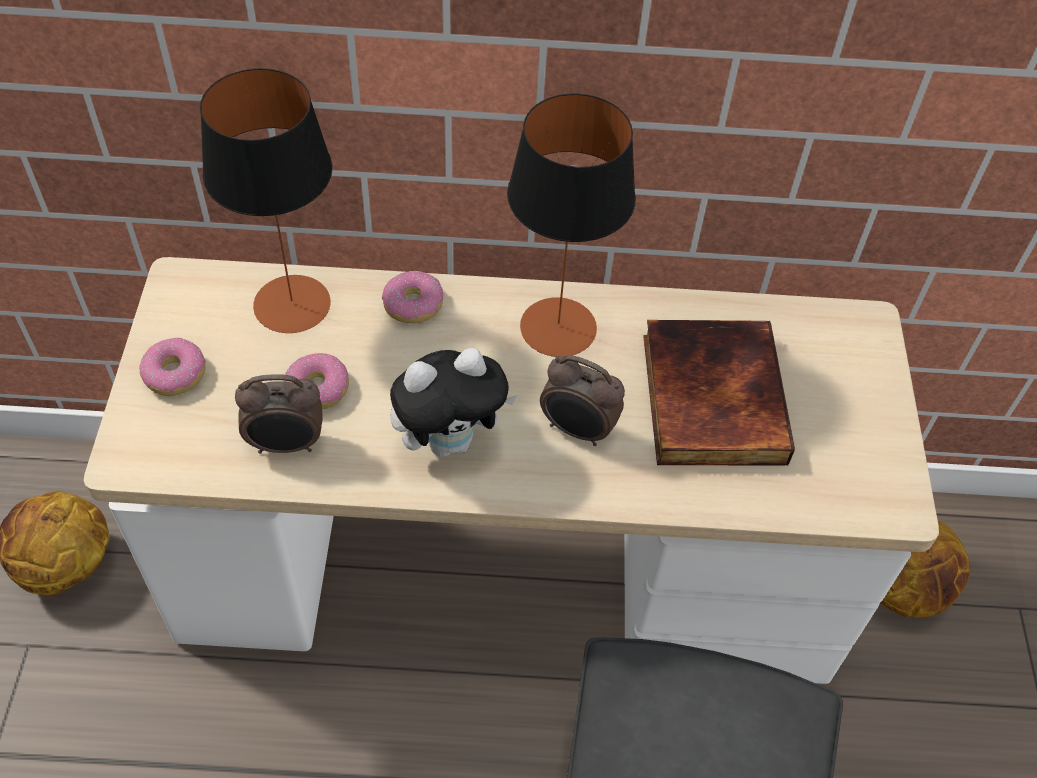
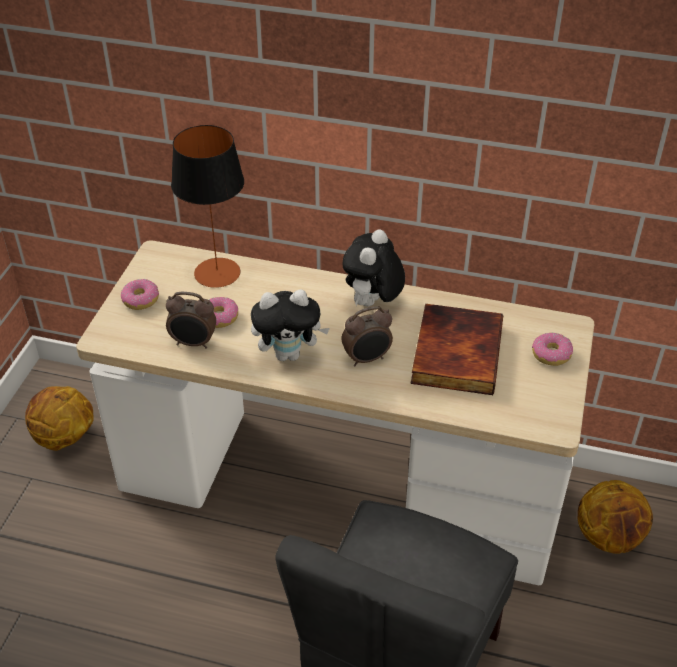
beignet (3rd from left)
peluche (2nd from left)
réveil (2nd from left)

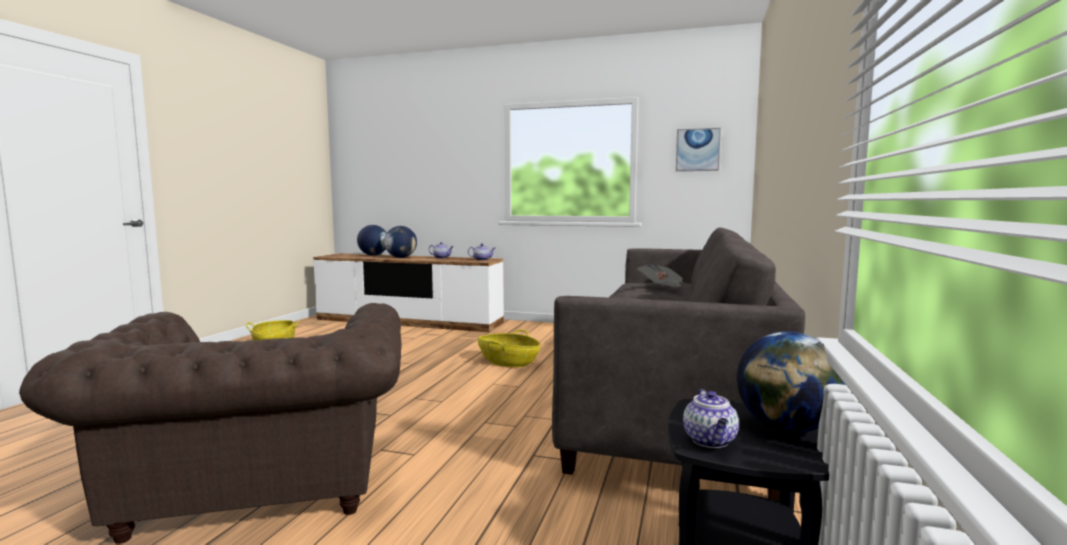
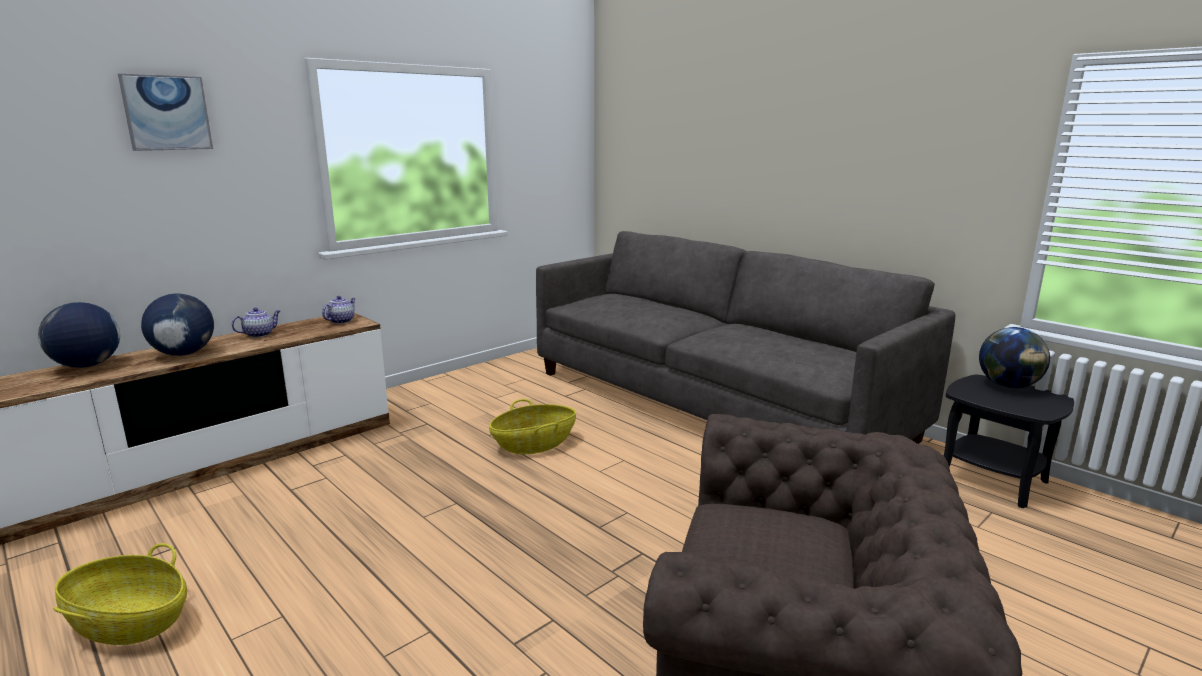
journal
tableau
théière (3rd from left in the first image)

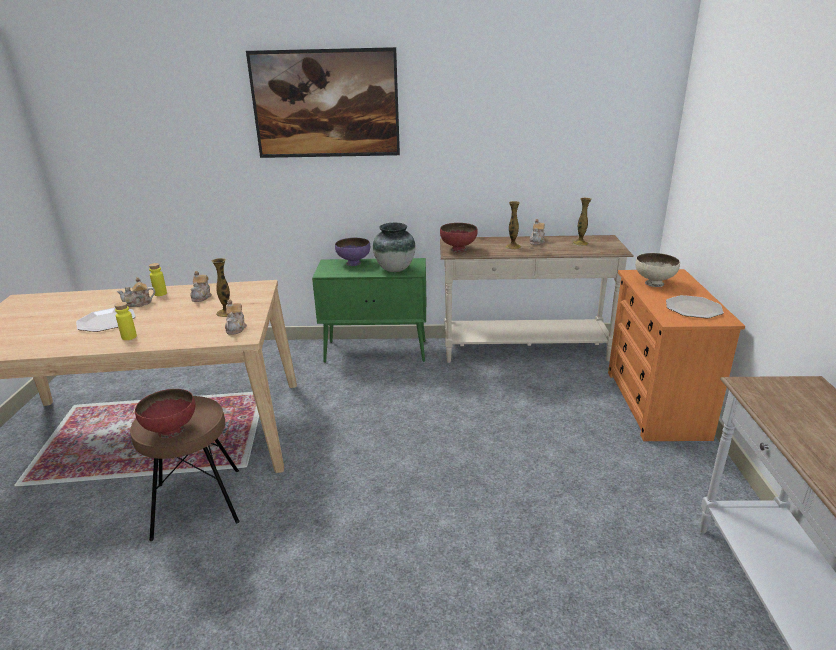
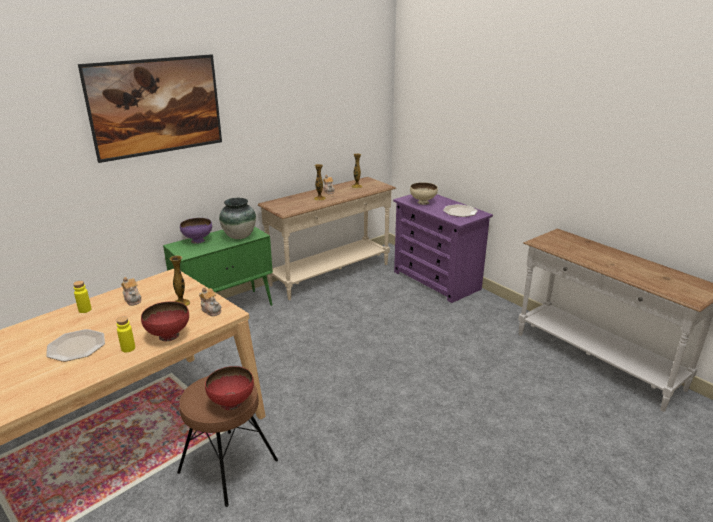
théière (1st from left in the first image)
bol/rouge (1st from left)
commode/violet

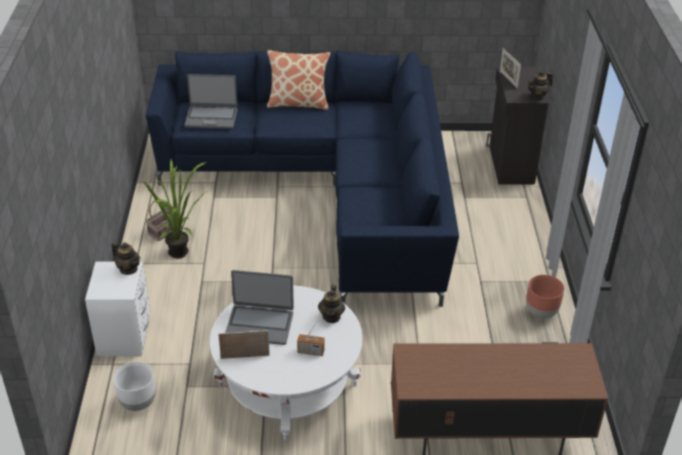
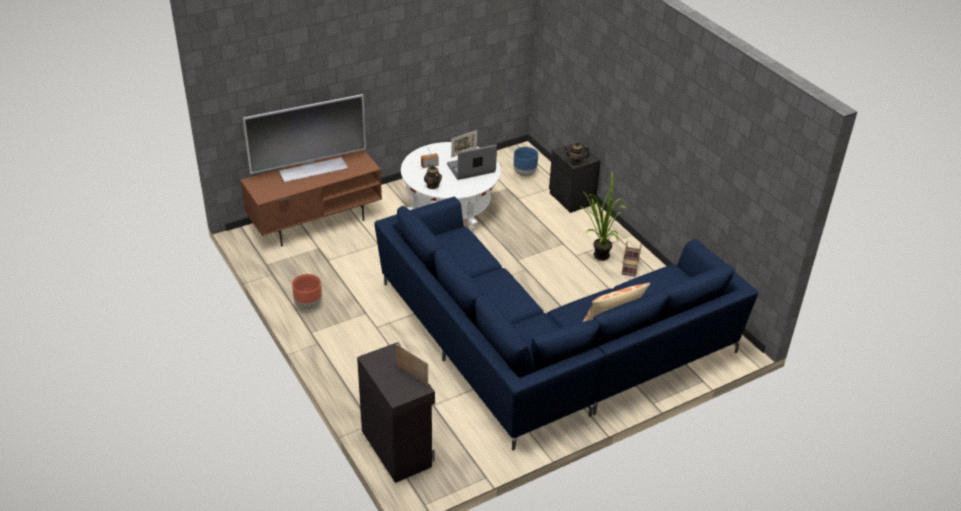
table de chevet/noir
cache-pot/bleu
ordinateur portable (1st from left in the first image)
théière (3rd from left in the first image)
téléviseur

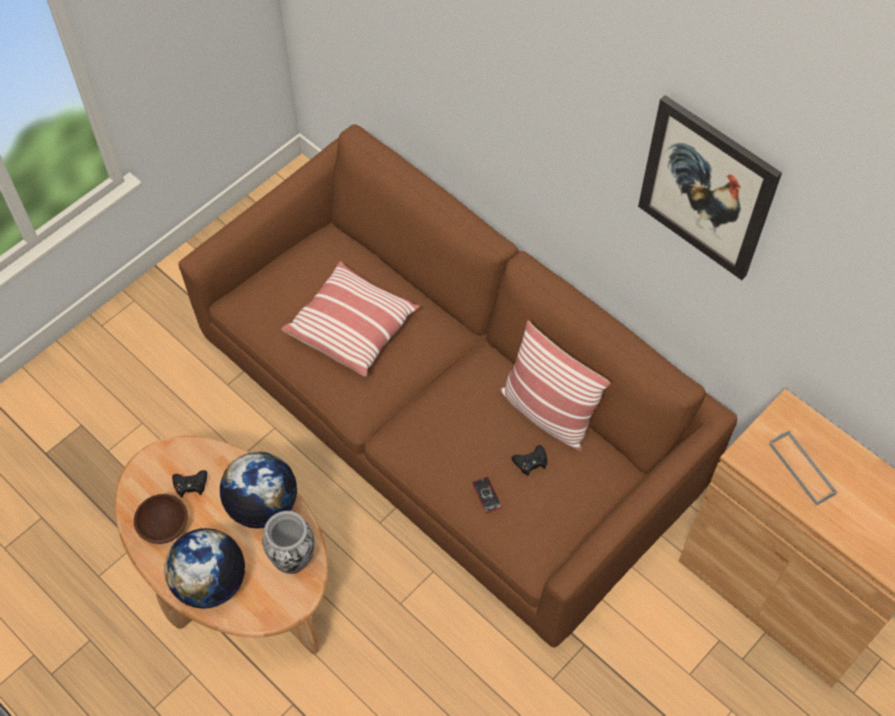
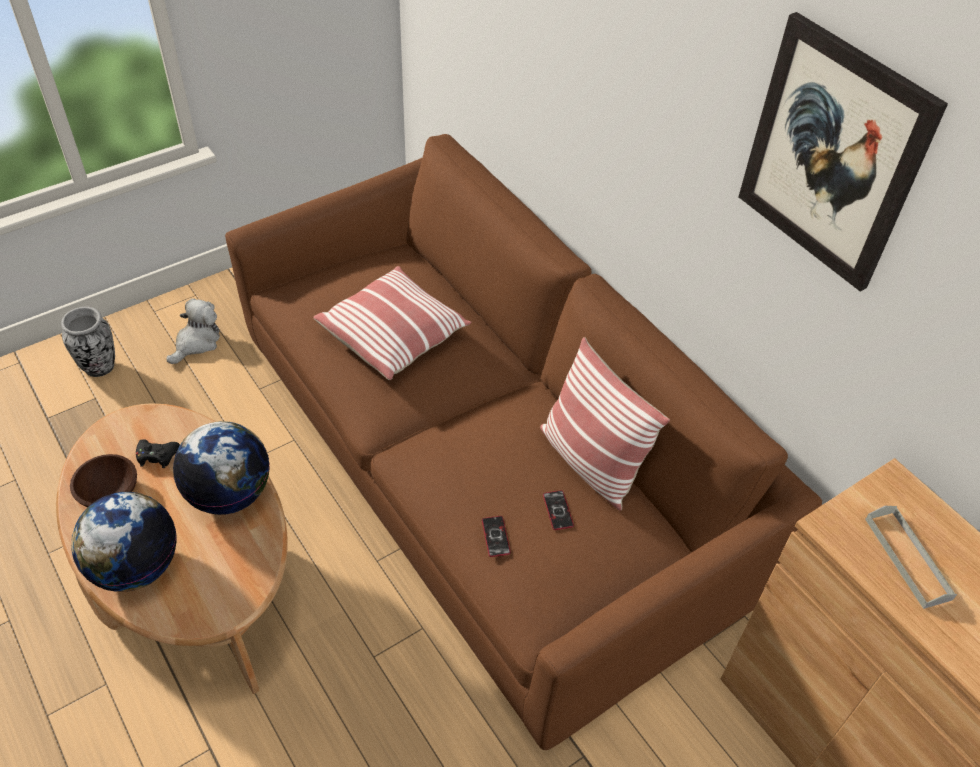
vase
téléphone (2nd from left)
peluche

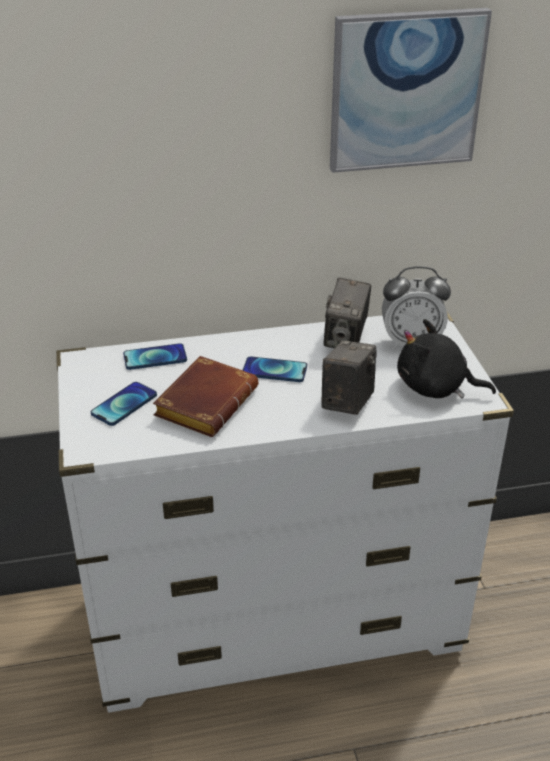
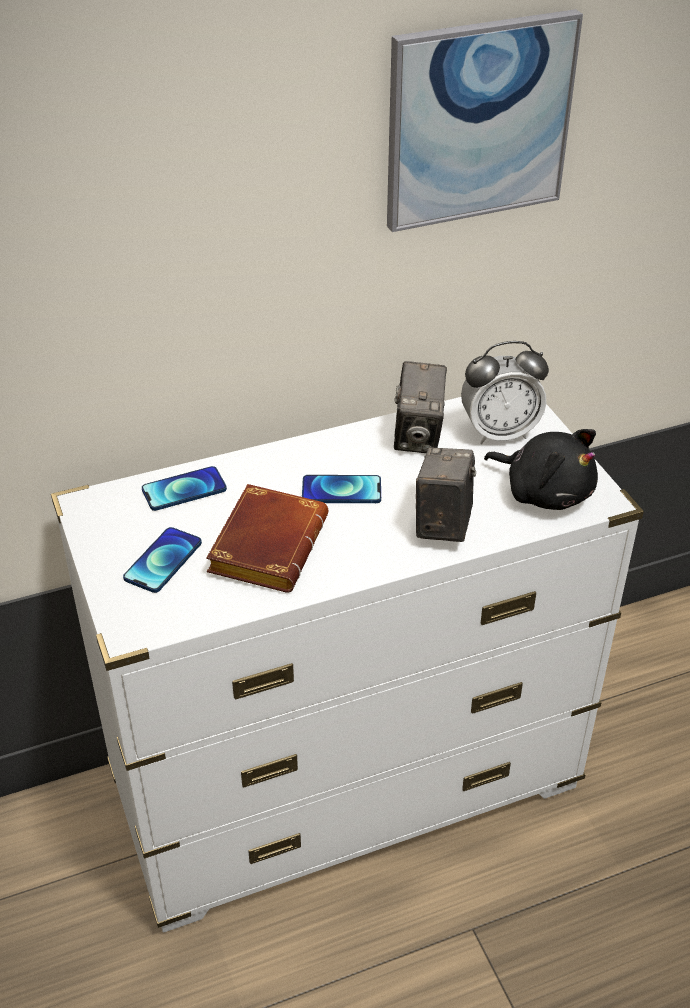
peluche/noir

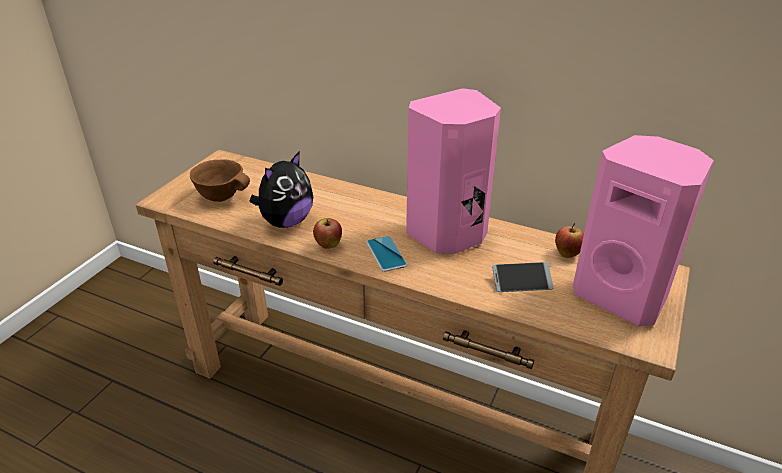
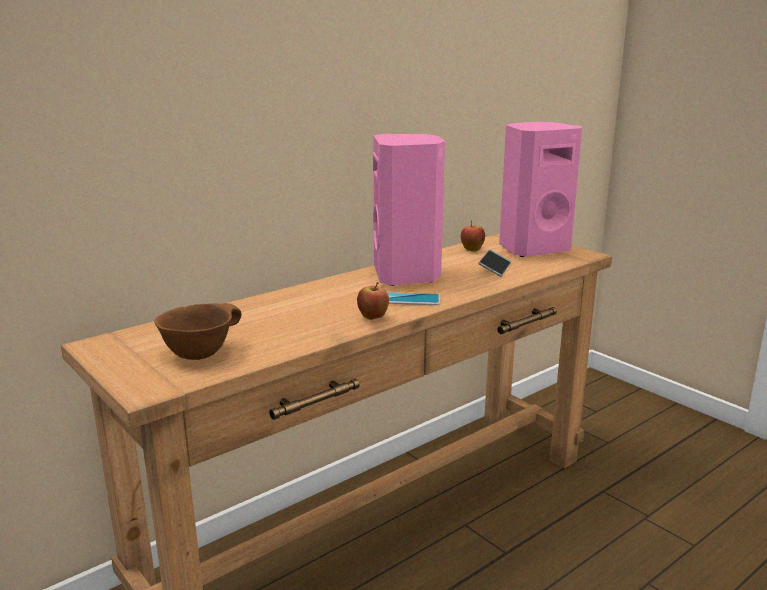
peluche

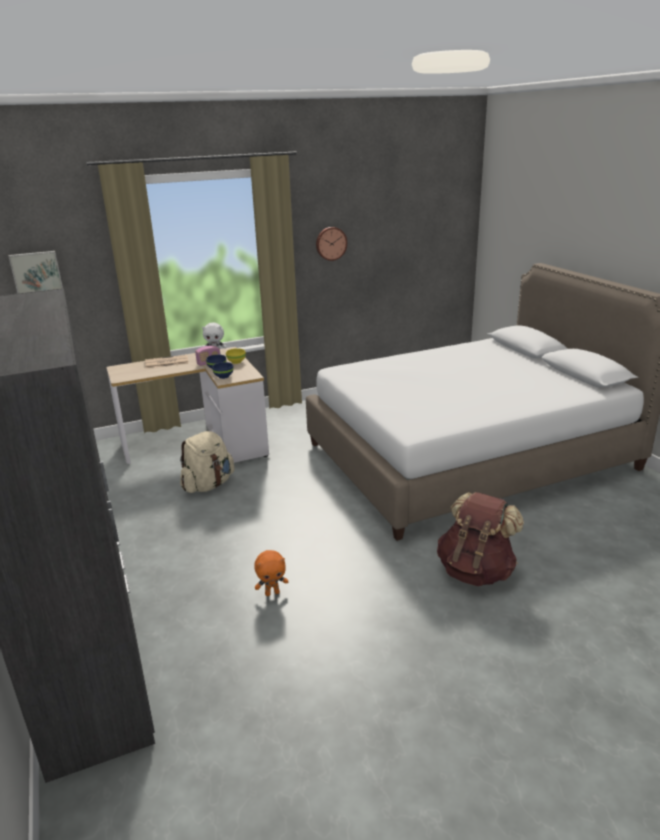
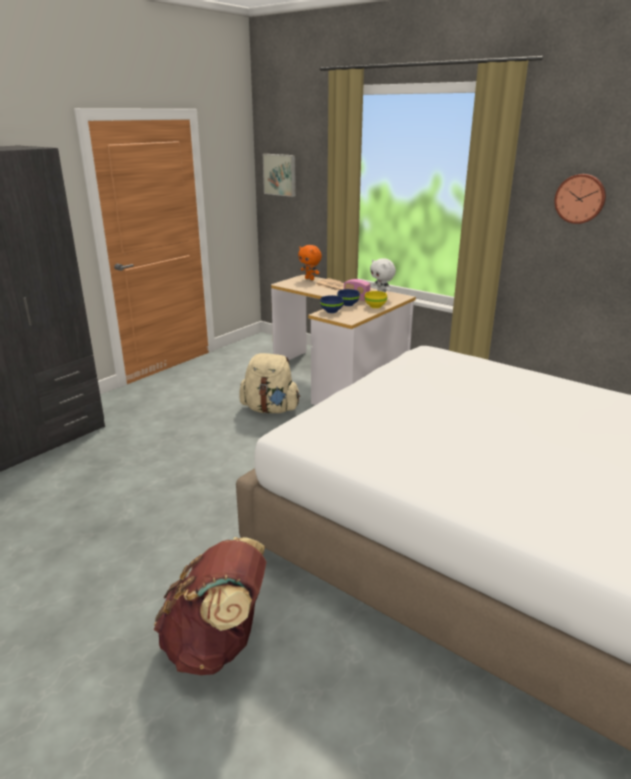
peluche/orange

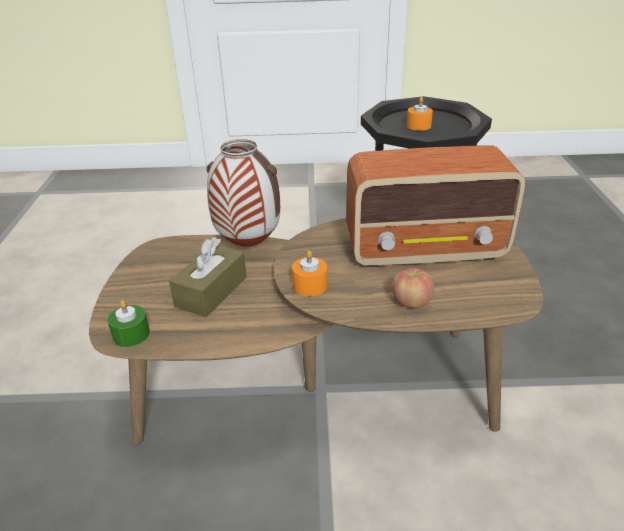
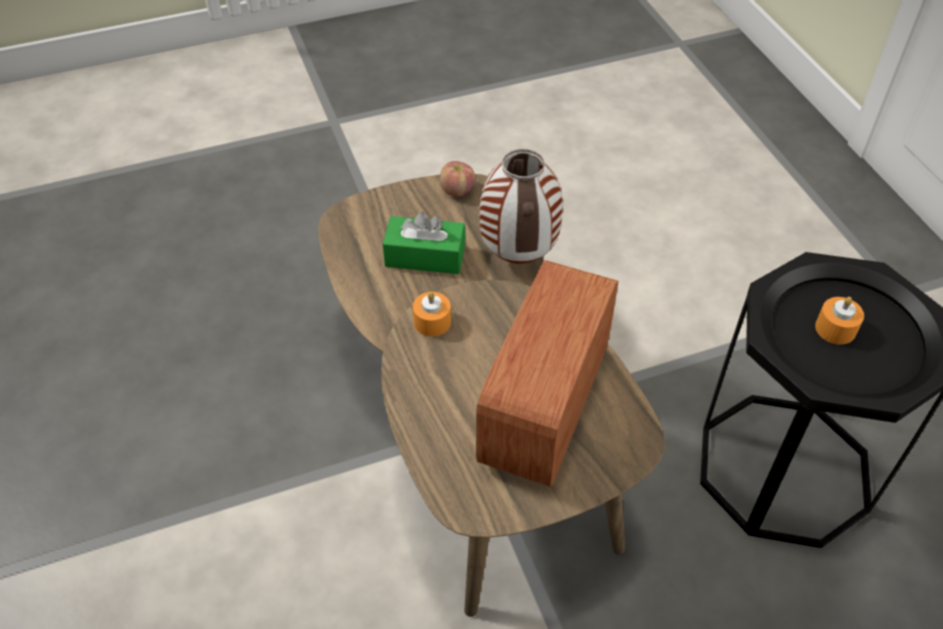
bougie/vert
boîte à mouchoirs/vert
radio
pomme

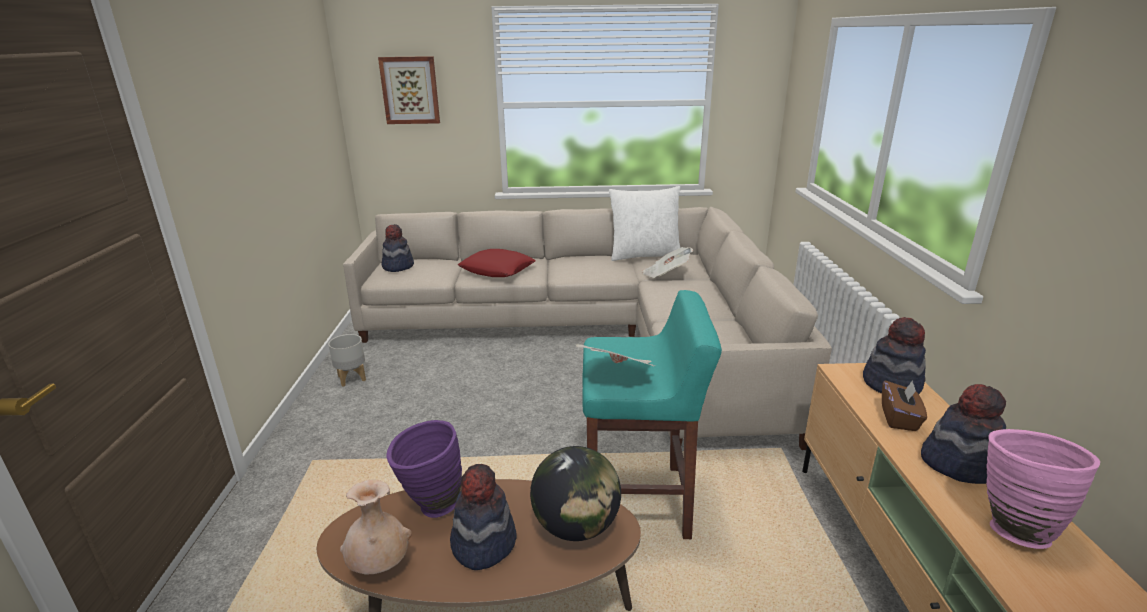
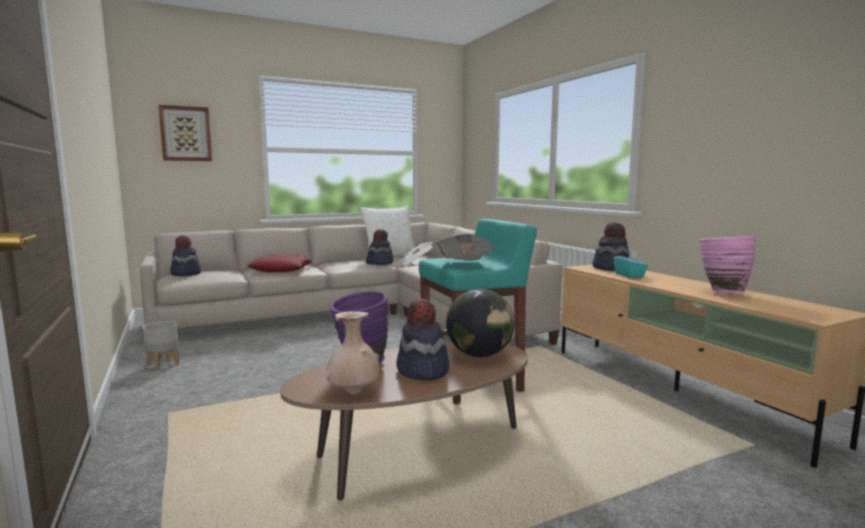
boîte à mouchoirs/turquoise
chapeau (2nd from left)

